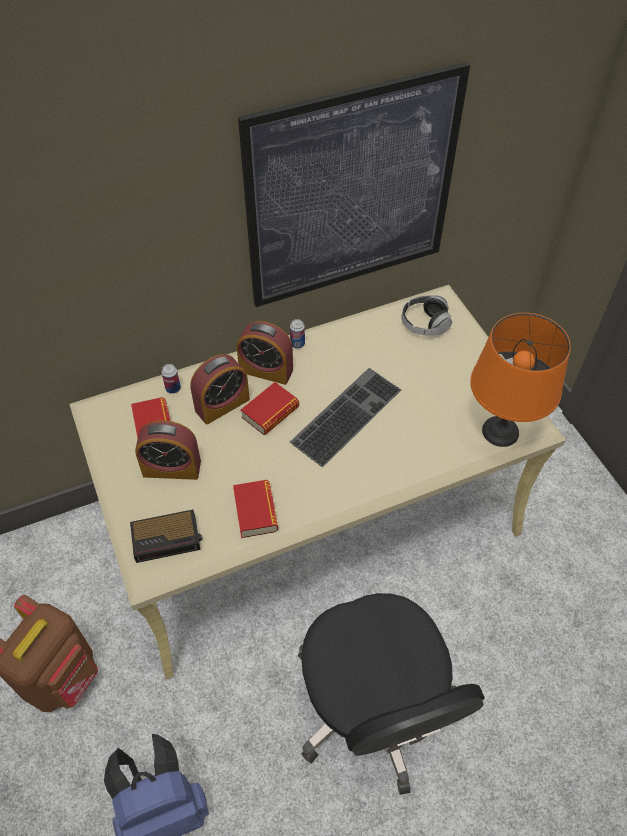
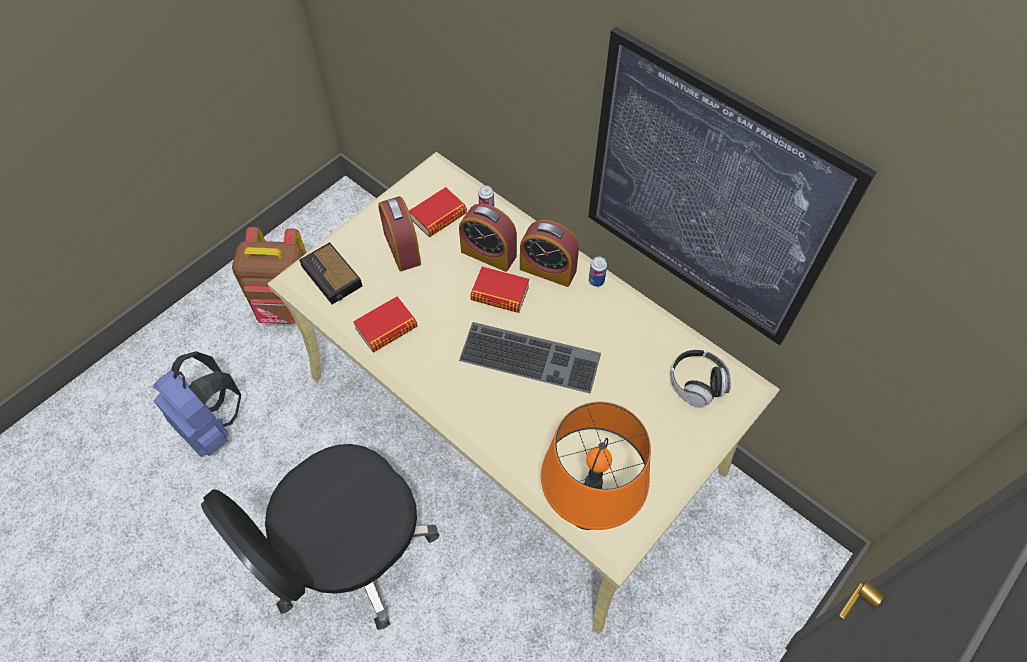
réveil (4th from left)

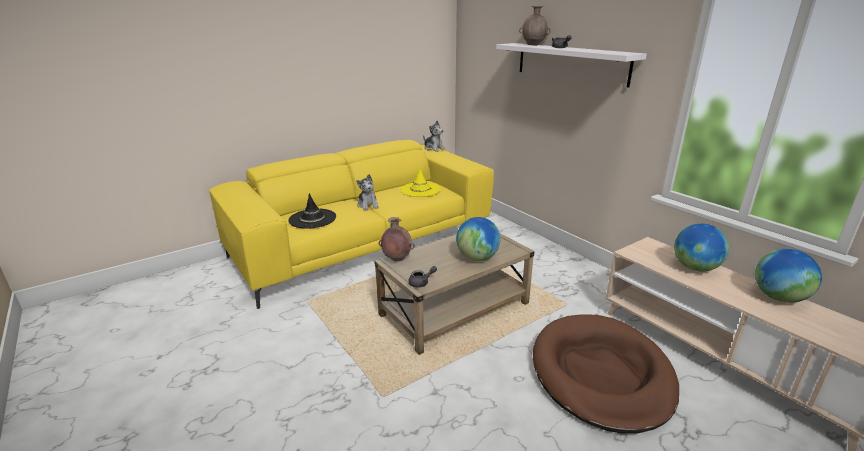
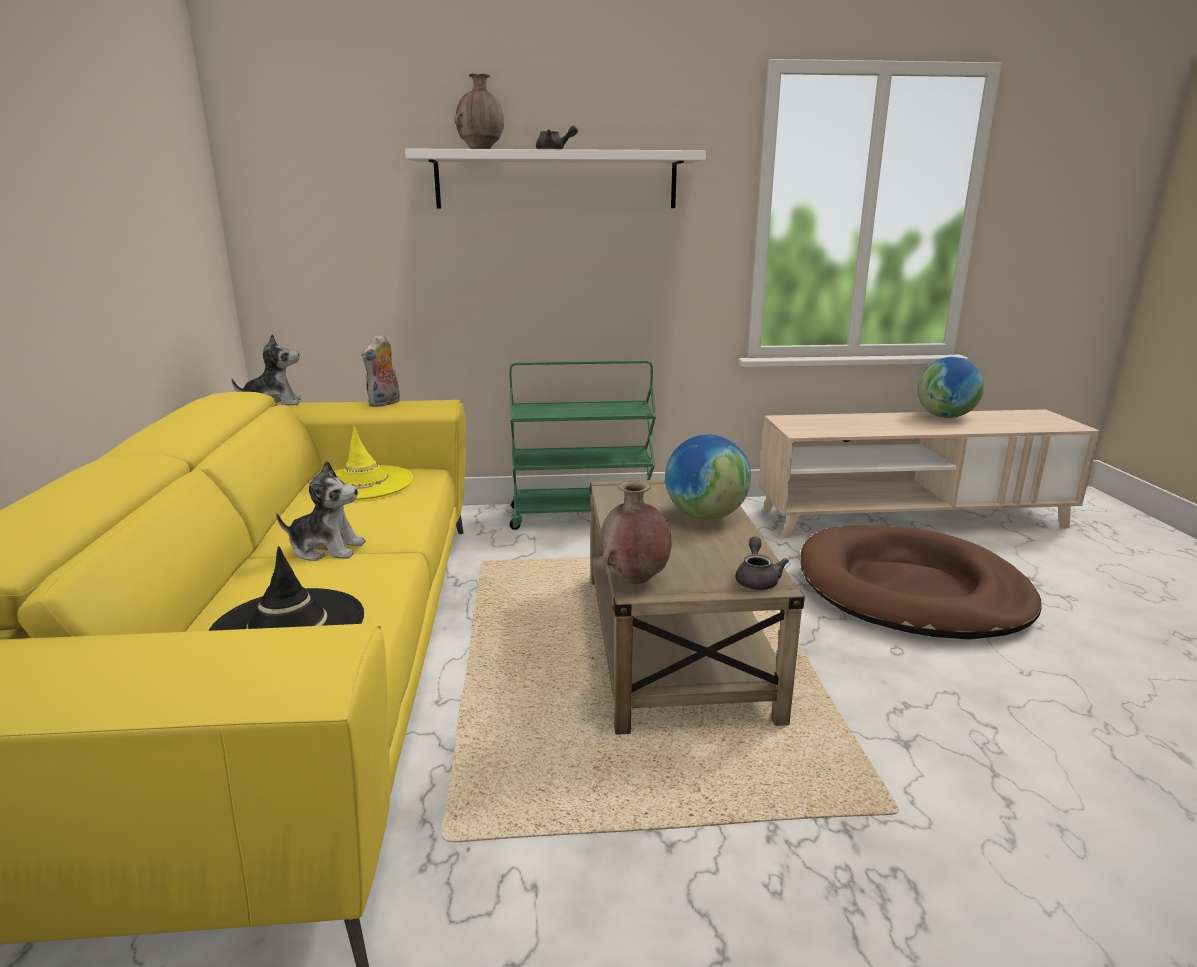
globe (2nd from left in the first image)
peluche (3rd from left)
chariot/vert

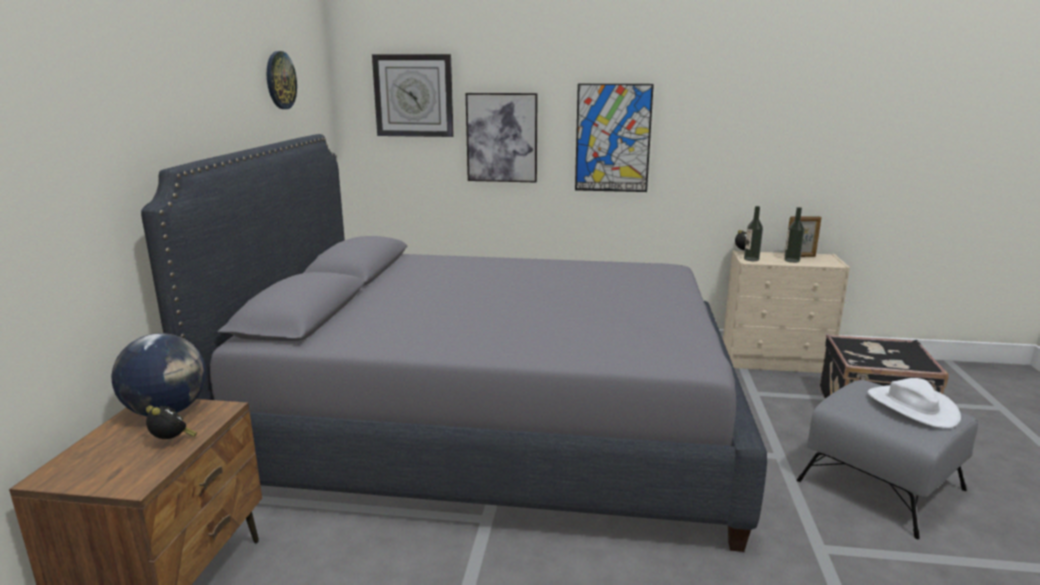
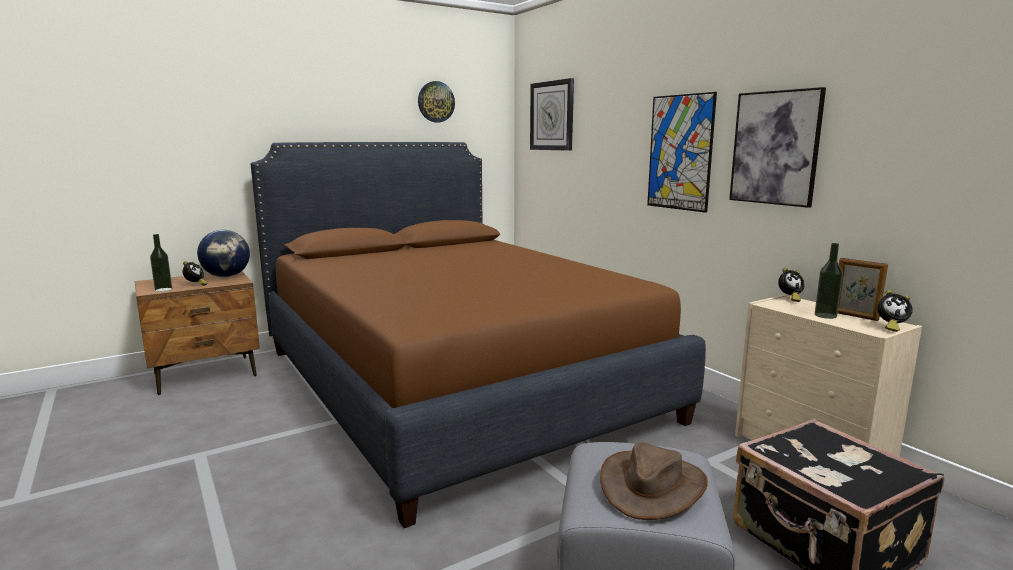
lit/marron
tableau (2nd from left)
bouteille (1st from left)
chapeau/marron
réveil (3rd from left)

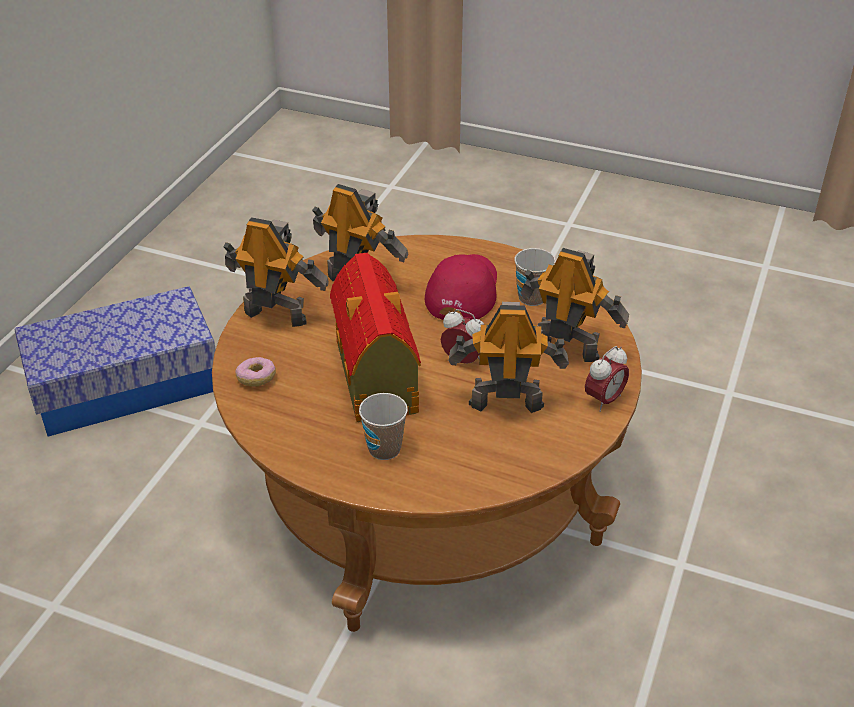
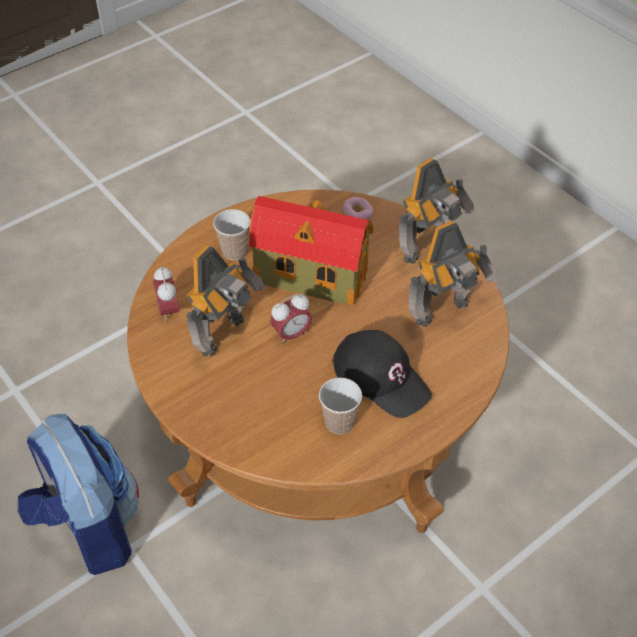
boîte de rangement
casquette/noir
robot jouet (4th from left in the first image)
réveil (1st from left)
sac à dos

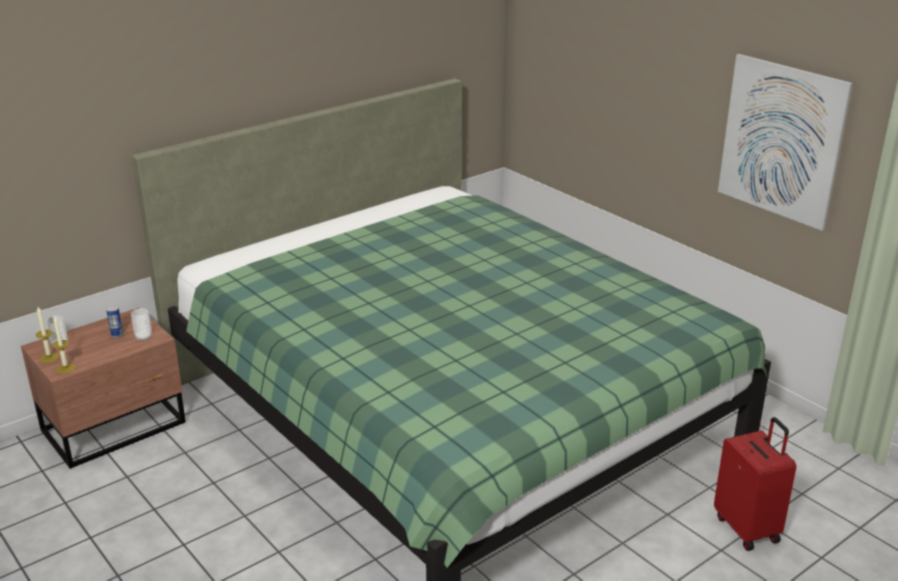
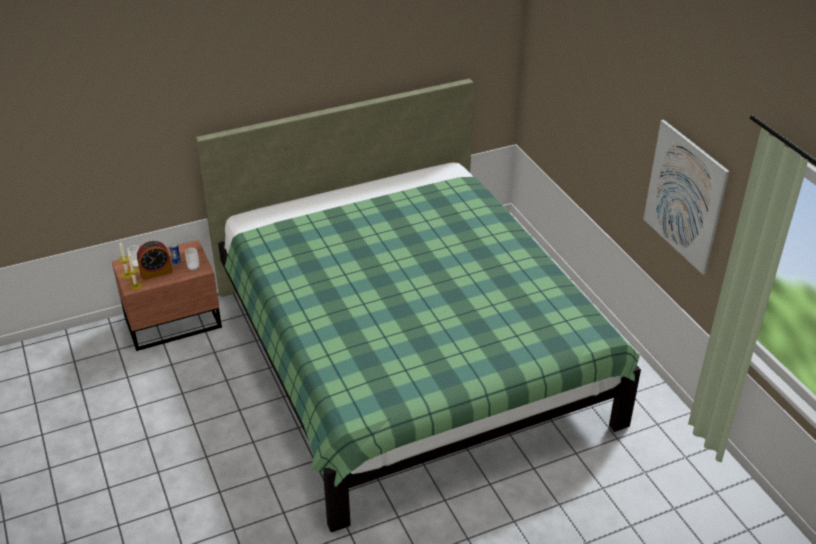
valise/rouge
réveil

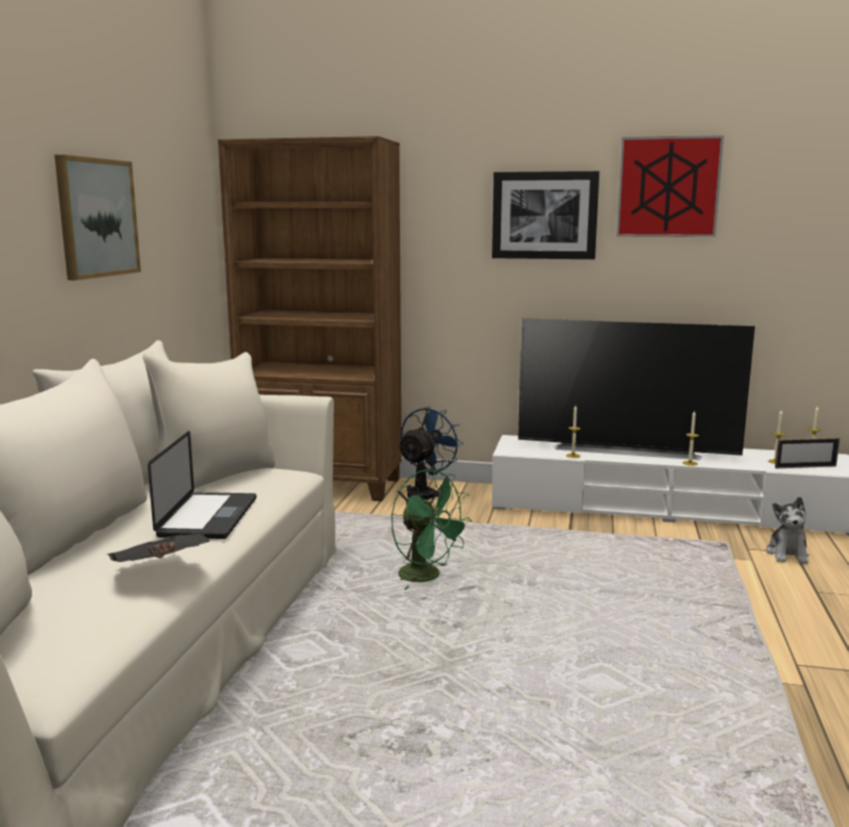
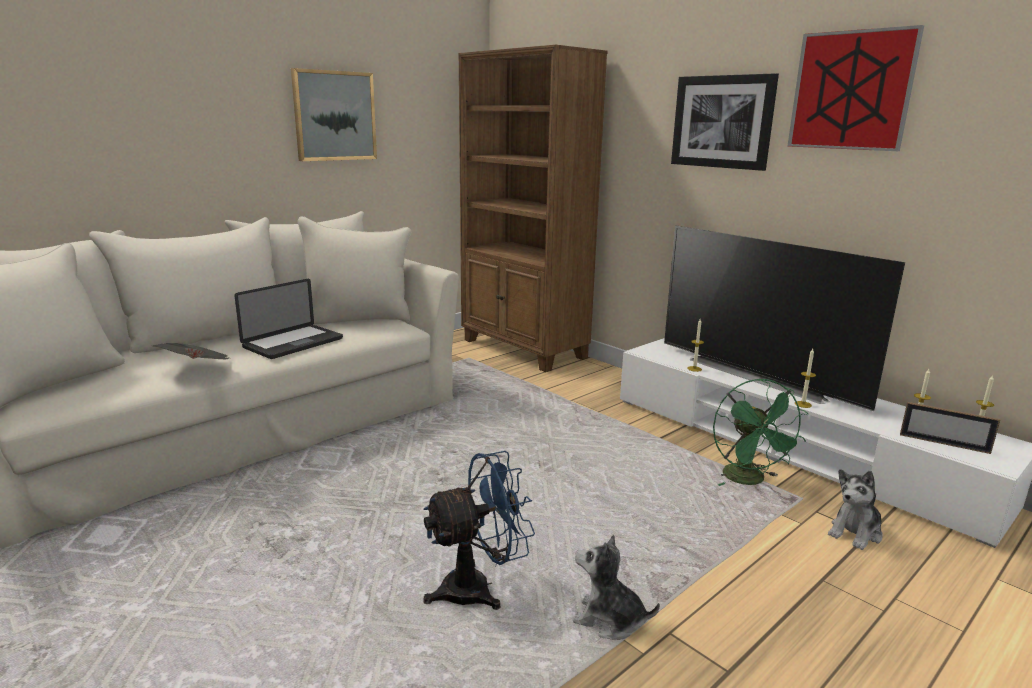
ventilateur/vert
ventilateur/bleu
peluche (1st from left)

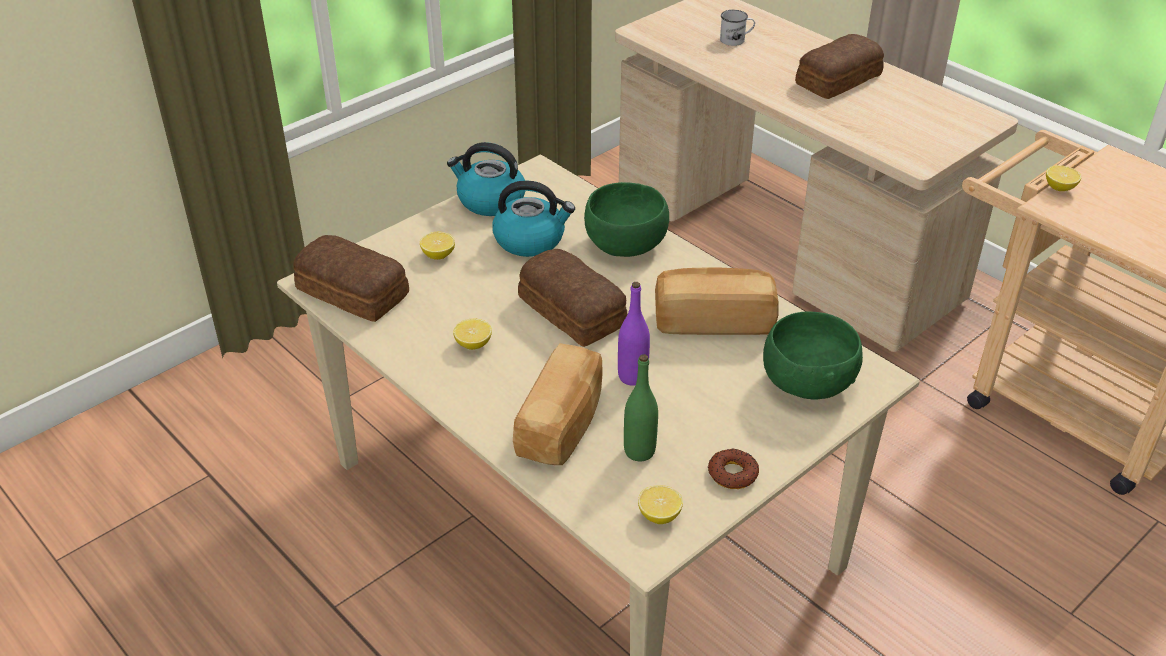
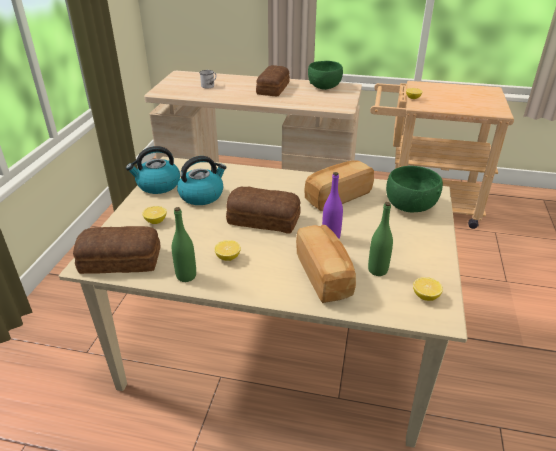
bol/vert (1st from left)
beignet
bouteille/vert (1st from left)

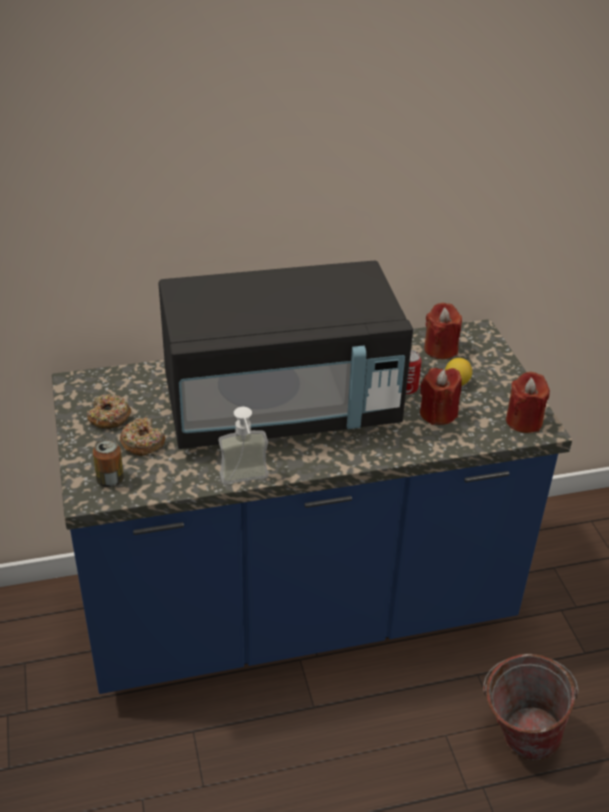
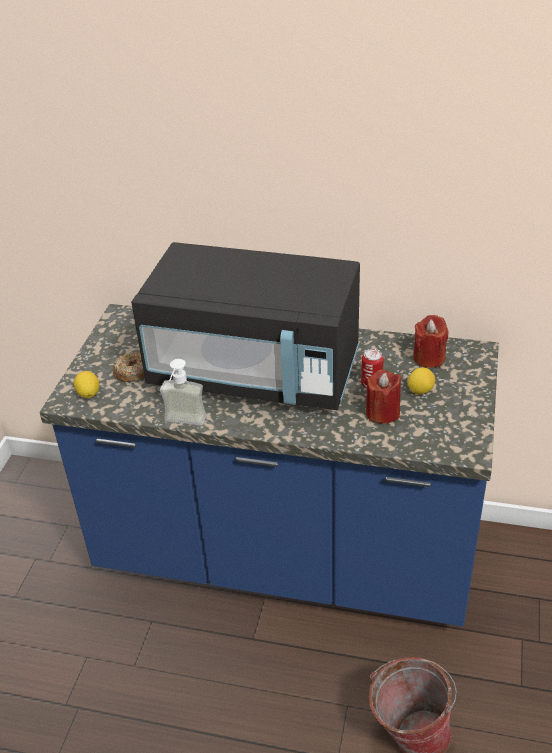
beignet (1st from left in the first image)
citron (1st from left)
bougie/rouge (3rd from left in the first image)

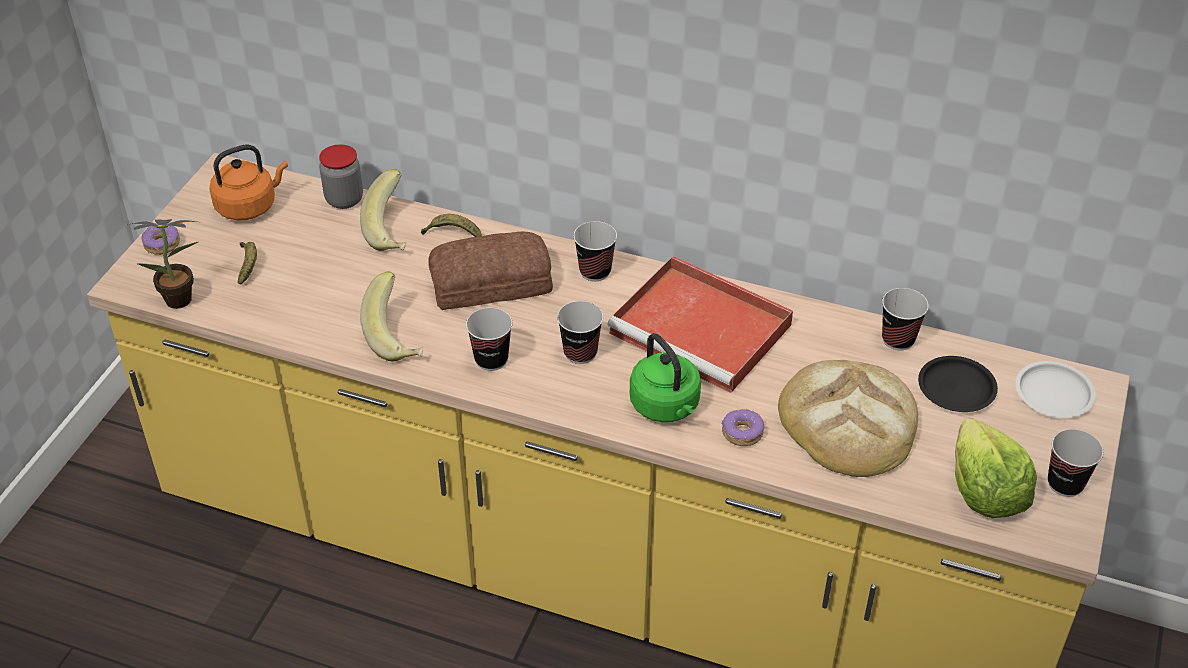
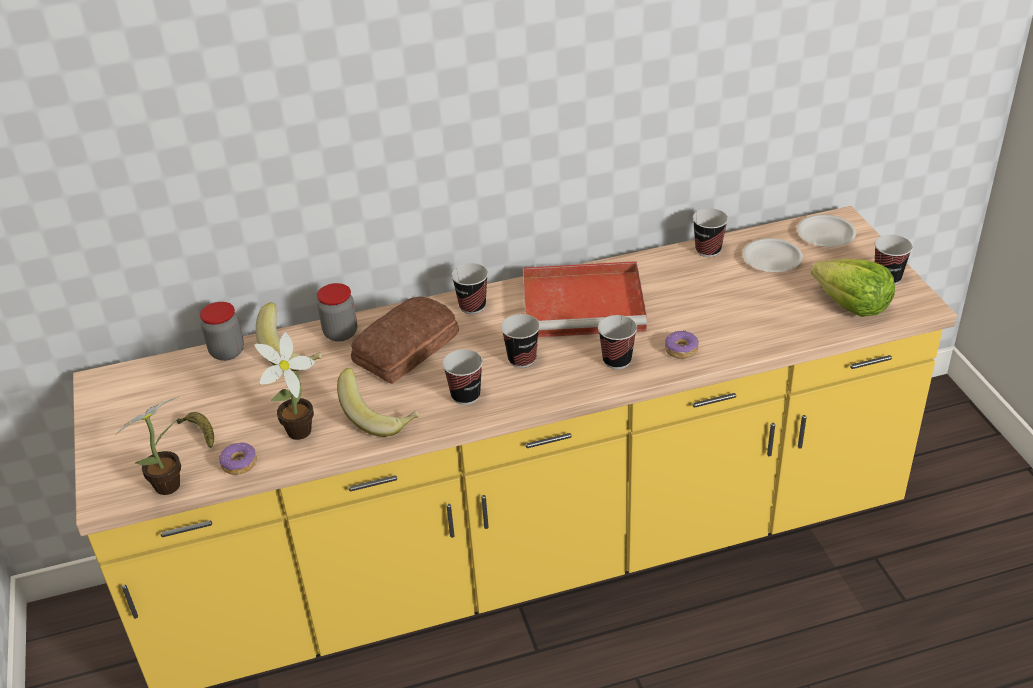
beignet (1st from left)
bouilloire/orange
bocal (2nd from left)
tasse (4th from left)
pain (2nd from left in the first image)
assiette/blanc (1st from left)
plante en pot (2nd from left)

